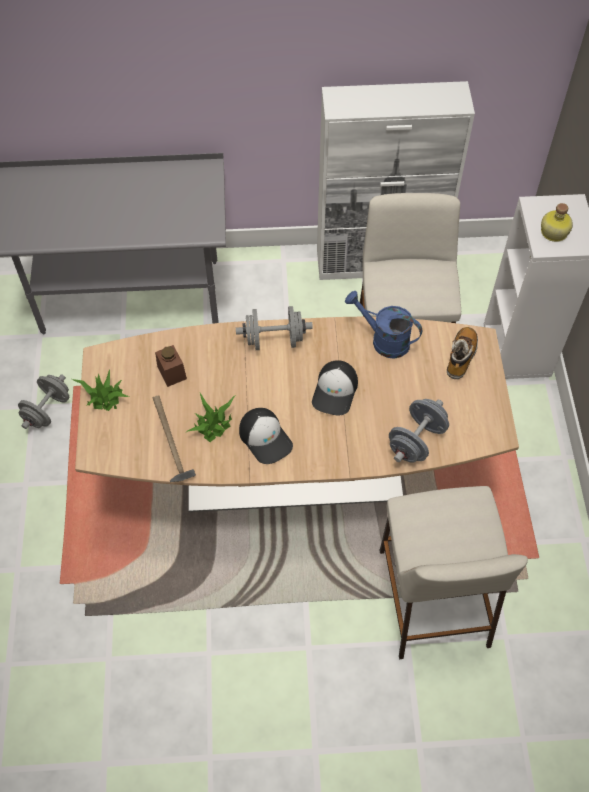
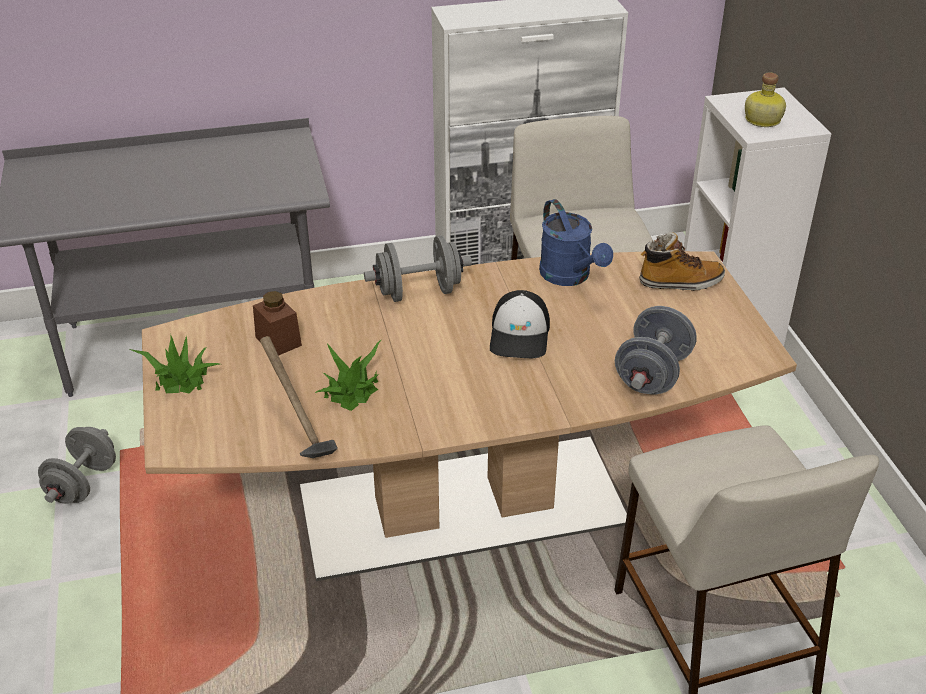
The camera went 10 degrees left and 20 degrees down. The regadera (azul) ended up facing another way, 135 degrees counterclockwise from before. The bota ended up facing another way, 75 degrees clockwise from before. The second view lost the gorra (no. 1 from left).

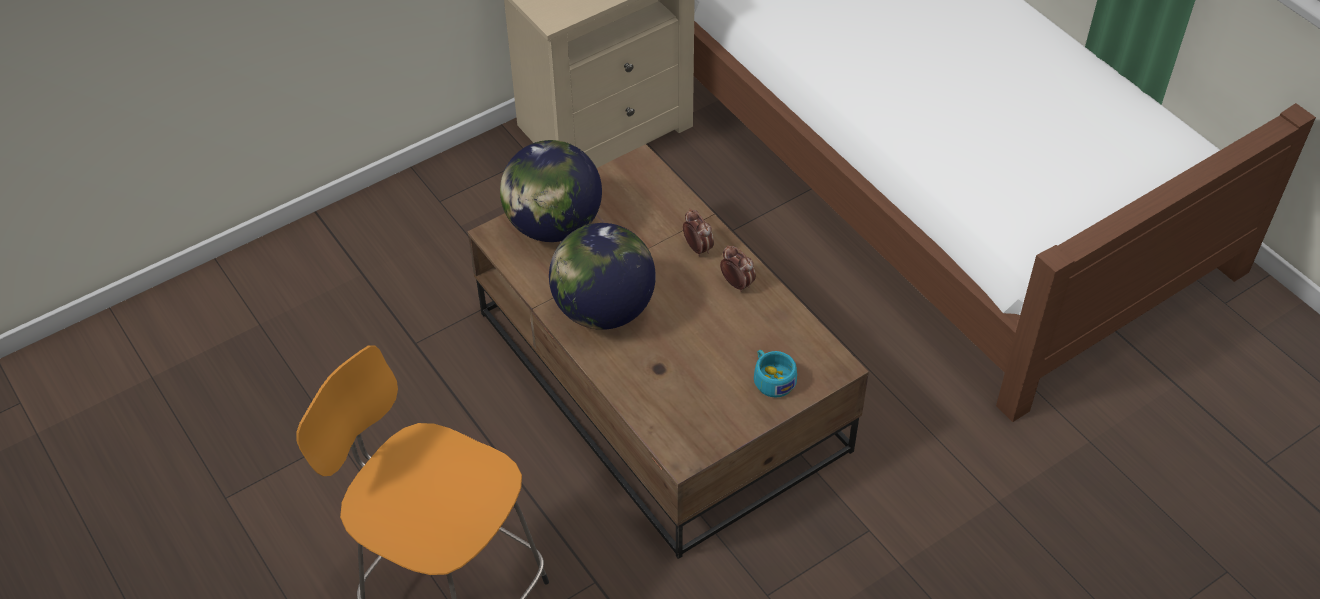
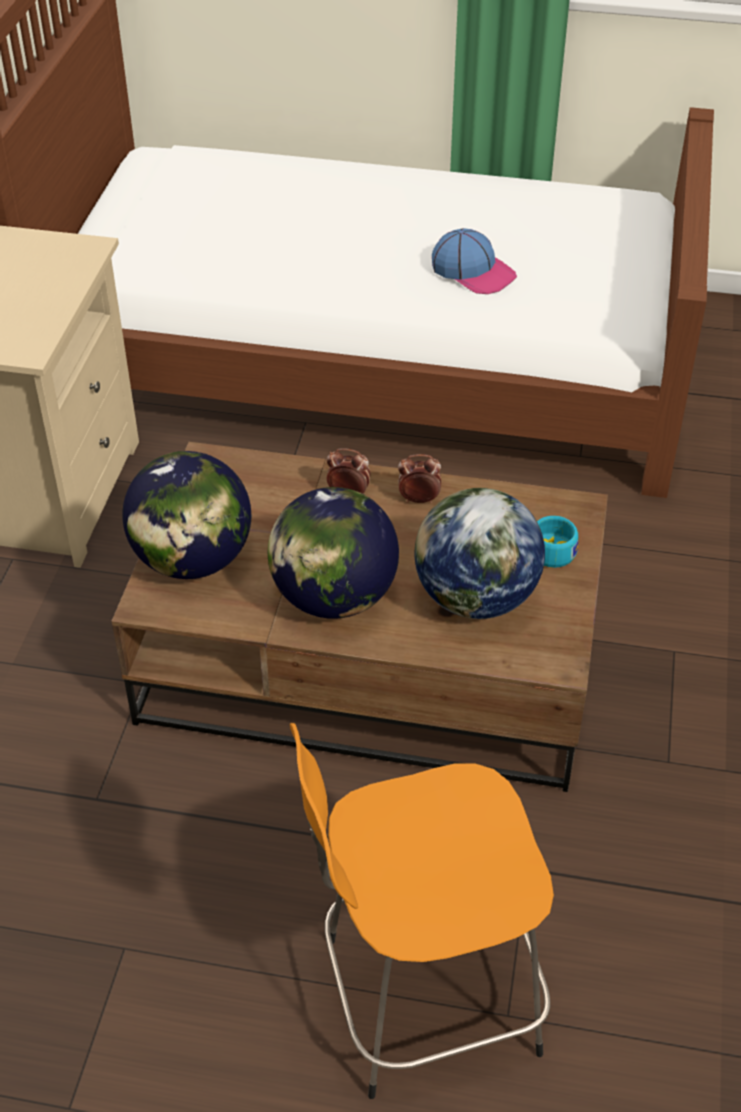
The camera went 45 degrees left and 5 degrees down. The second view gained the globo terráqueo (no. 3 from left). The second view gained the gorra.

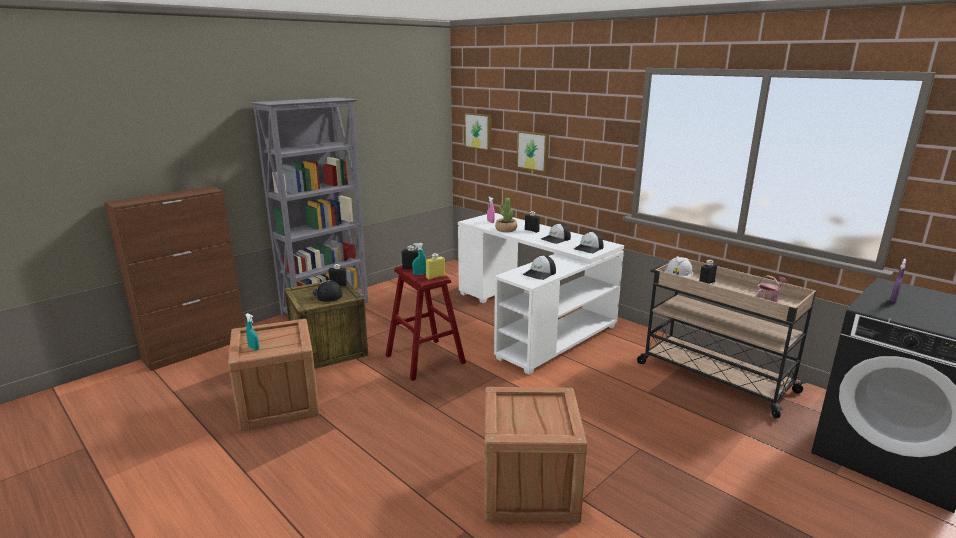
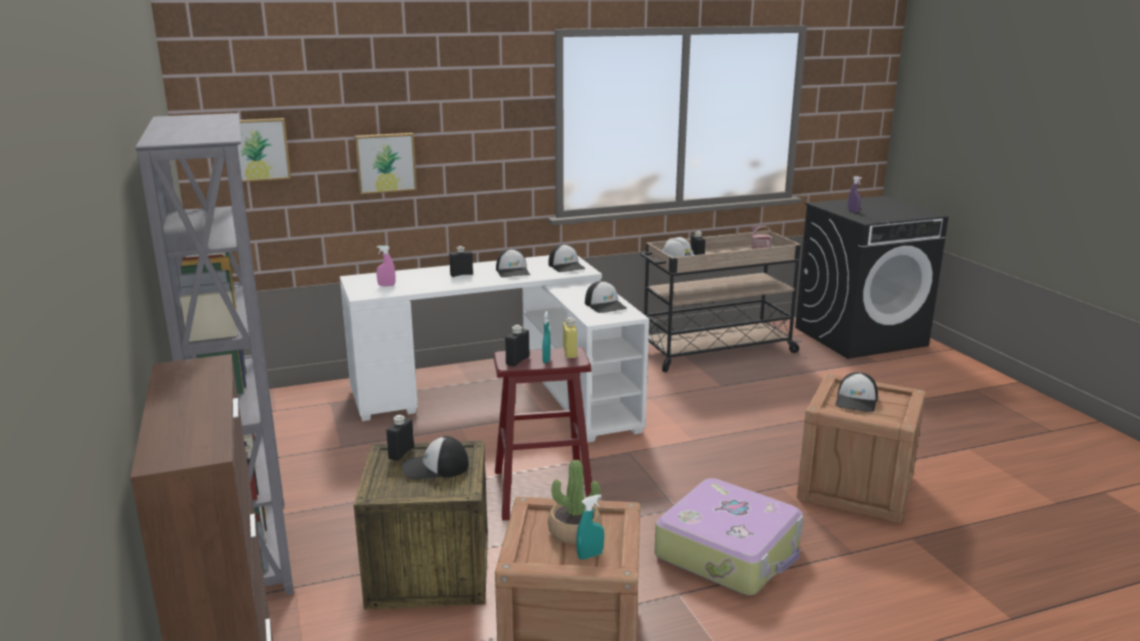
The camera went 65 degrees left and 0 degrees up. The planta en maceta ended up elsewhere. The second view gained the maleta. The second view gained the gorra (no. 5 from left).

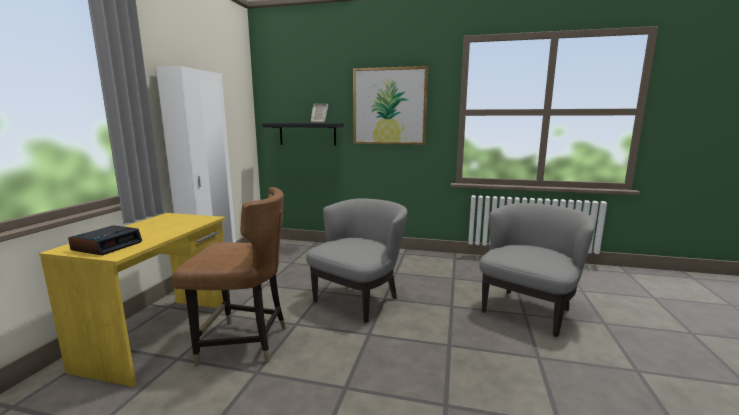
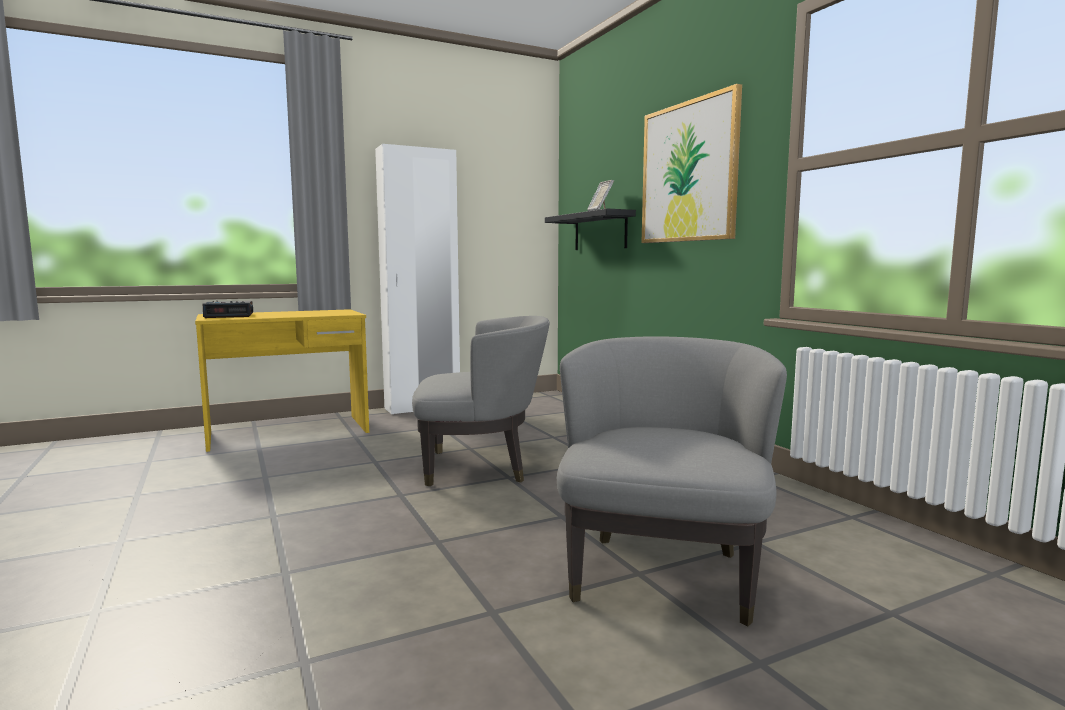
The camera went 50 degrees right and 5 degrees down. The sillón (gris) (no. 2 from left) ended up facing another way, 75 degrees counterclockwise from before. The second view lost the silla (marrón).

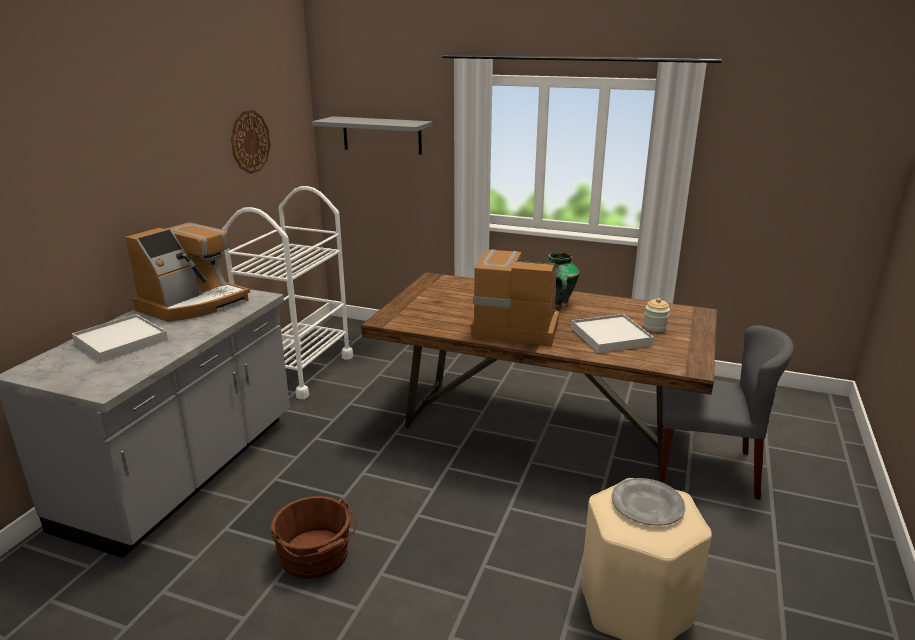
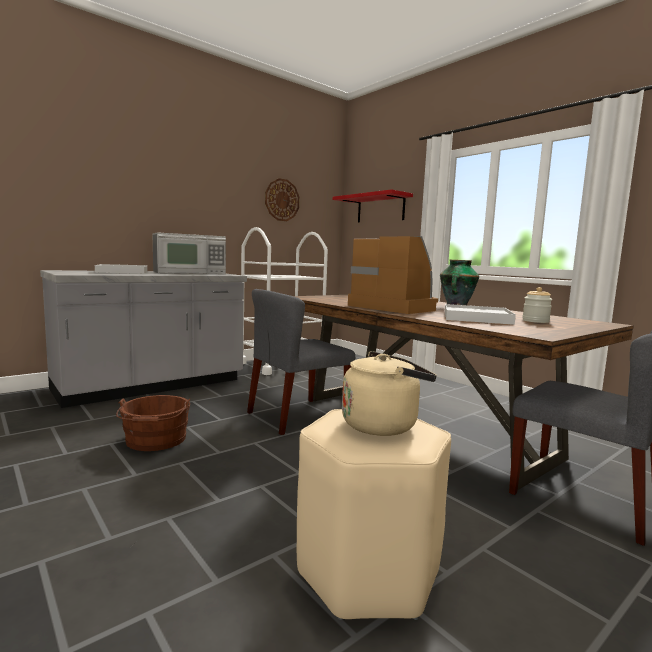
The camera went 30 degrees right and 15 degrees down. Where the cafetera (no. 1 from left) stood, the microondas came to stand. The second view gained the silla (gris) (no. 1 from left). What was the estante (gris) turned into the estante (rojo). Where the plato (gris) stood, the hervidor (beis) came to stand.

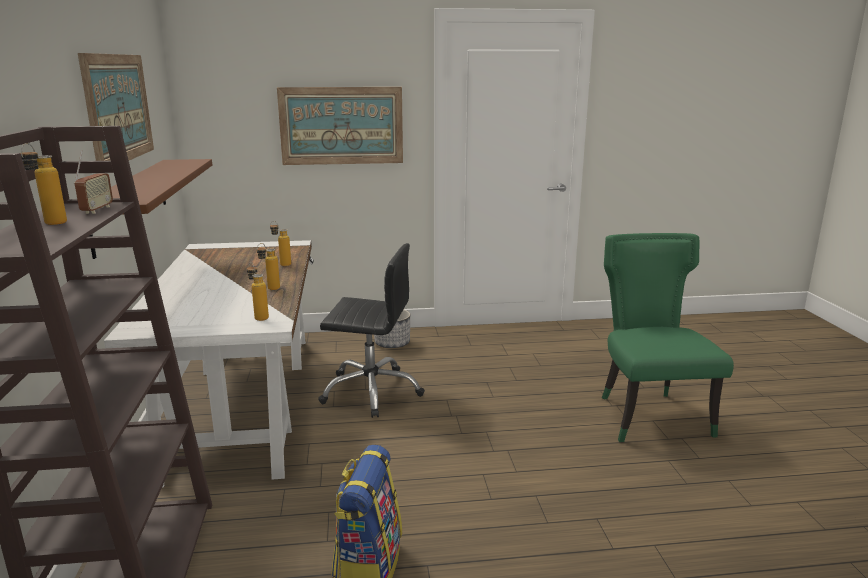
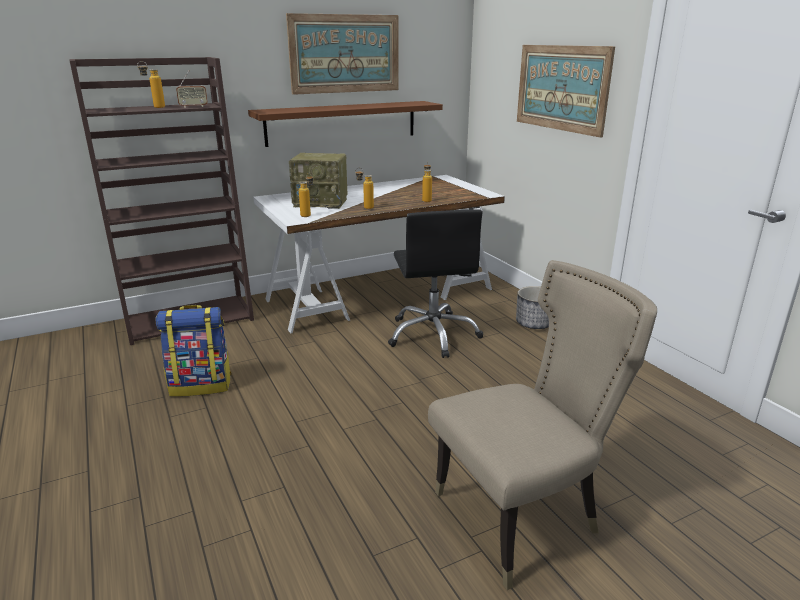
The camera went 70 degrees right and 5 degrees up. The second view gained the radio (no. 2 from left). What was the silla (verde) turned into the silla (beis).

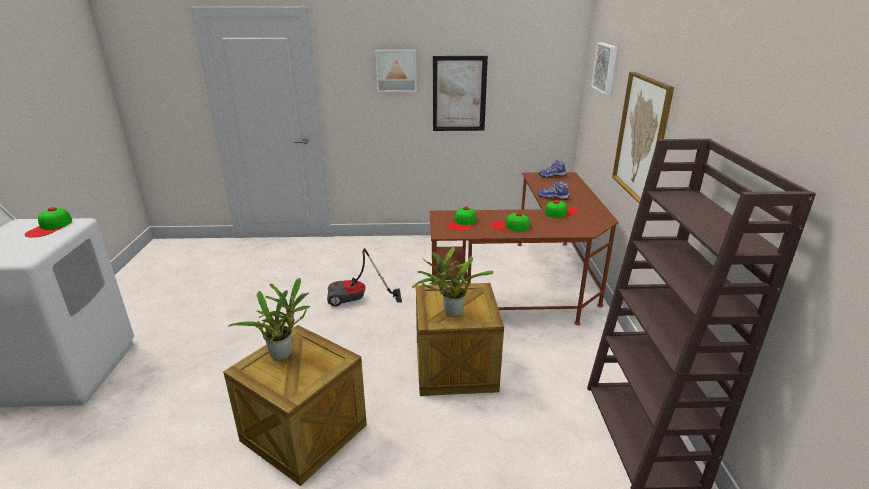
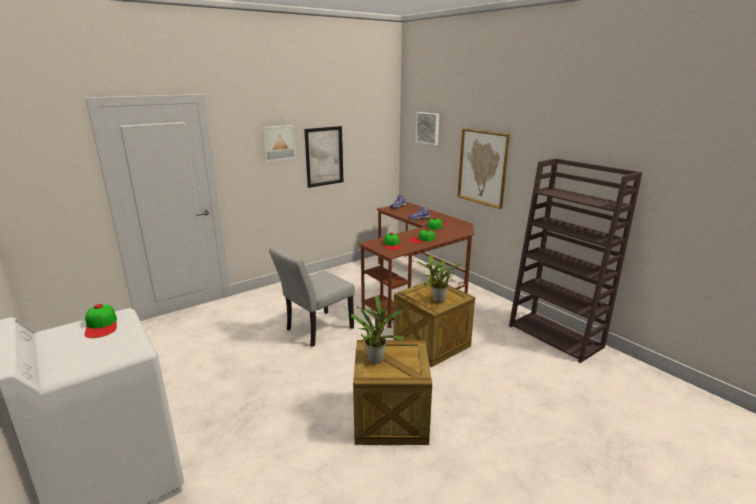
The camera went 35 degrees left and 5 degrees down. Where the aspiradora stood, the silla (gris) came to stand.

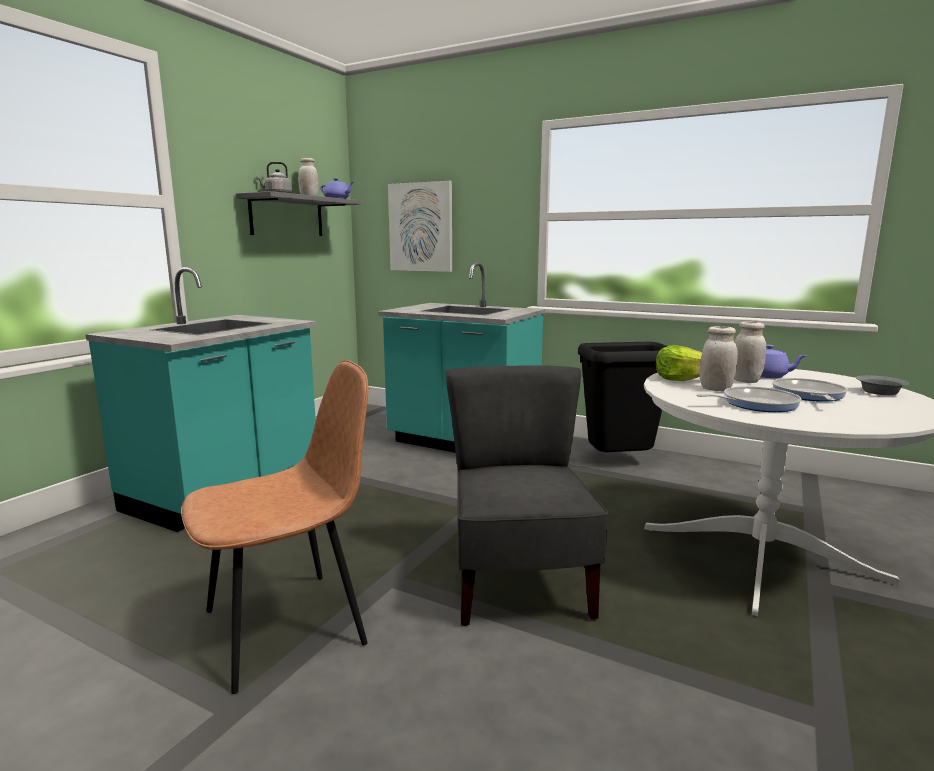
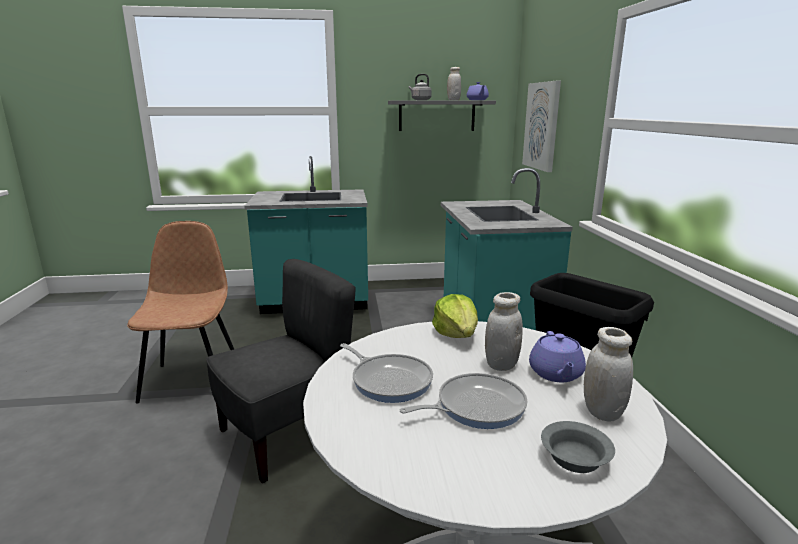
The camera went 55 degrees right and 5 degrees up. The silla (marrón) ended up facing another way, 120 degrees counterclockwise from before. The tarro (blanco) (no. 2 from left in the first image) ended up elsewhere.

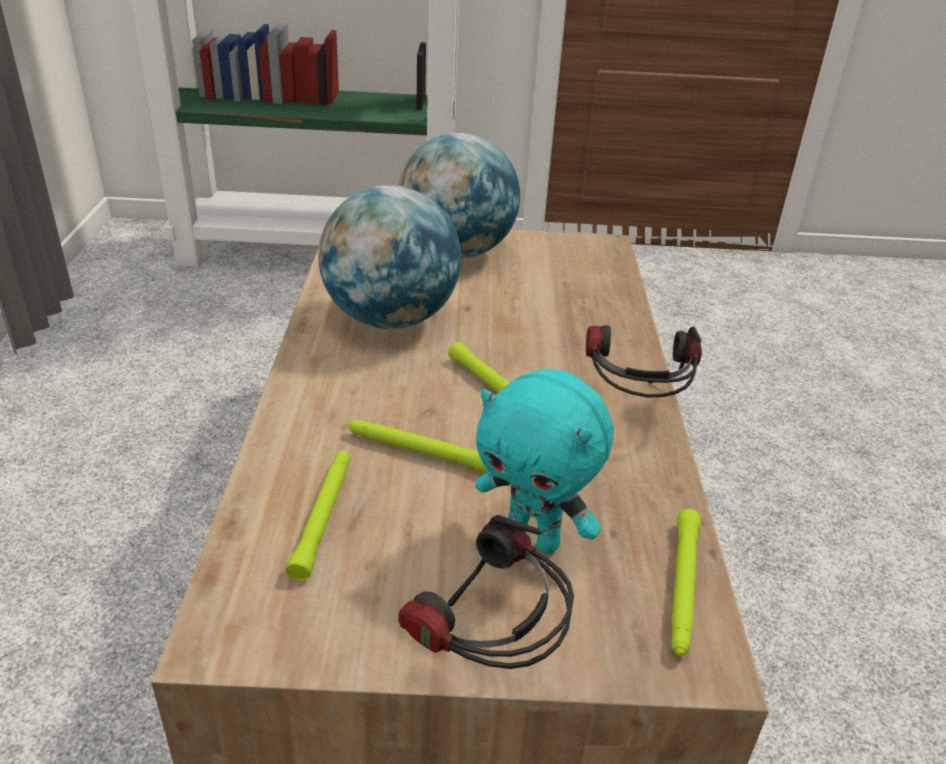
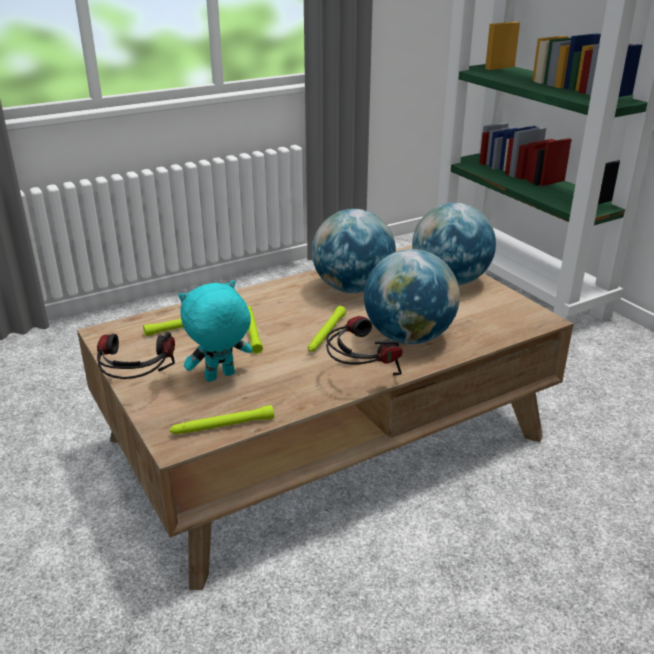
The camera went 60 degrees right and 5 degrees down. The peluche (turquesa) ended up facing another way, 60 degrees clockwise from before. The second view gained the globo terráqueo (no. 2 from left).

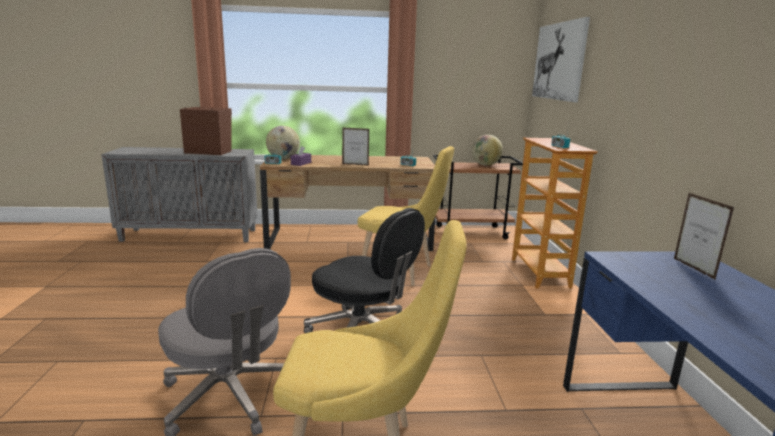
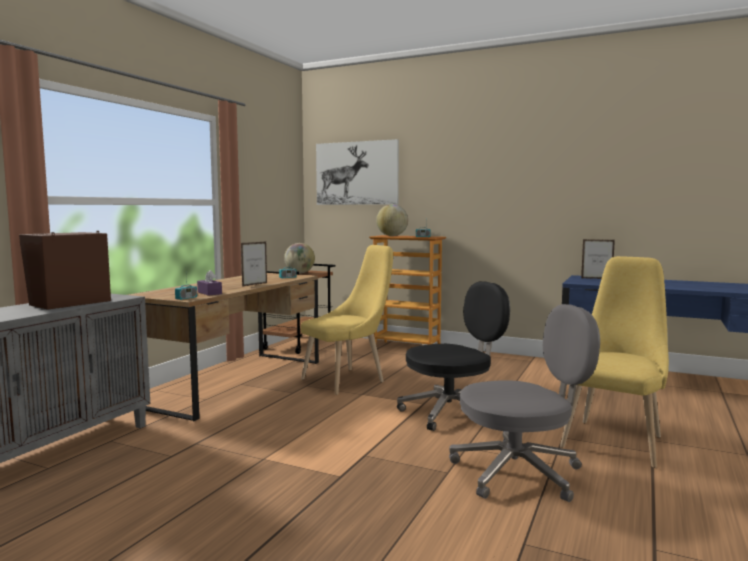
The camera went 60 degrees left and 10 degrees down. The globo terráqueo (no. 1 from left in the first image) ended up elsewhere.

